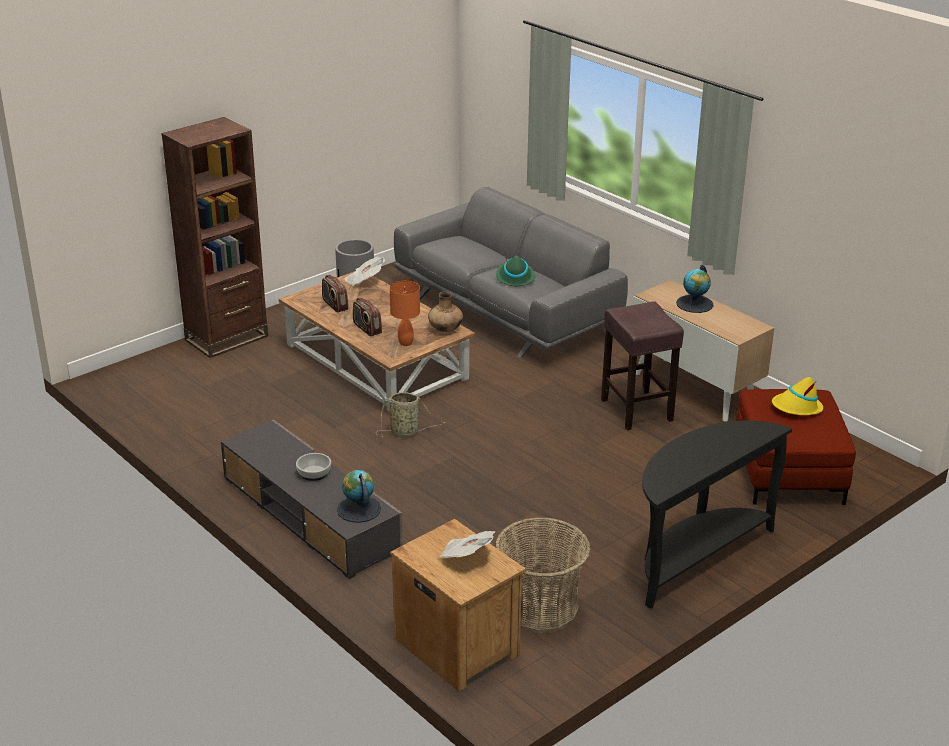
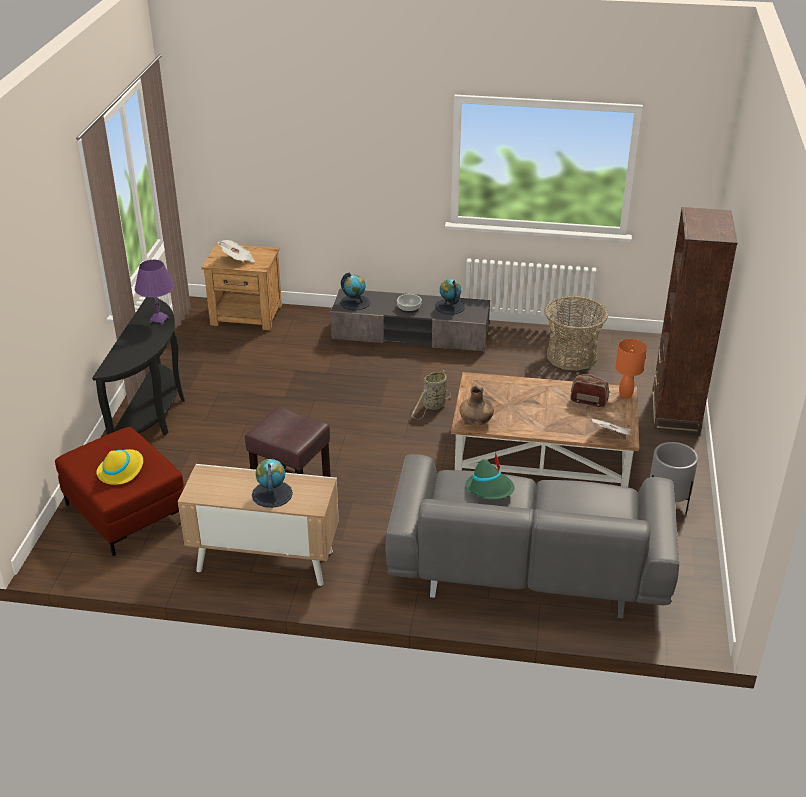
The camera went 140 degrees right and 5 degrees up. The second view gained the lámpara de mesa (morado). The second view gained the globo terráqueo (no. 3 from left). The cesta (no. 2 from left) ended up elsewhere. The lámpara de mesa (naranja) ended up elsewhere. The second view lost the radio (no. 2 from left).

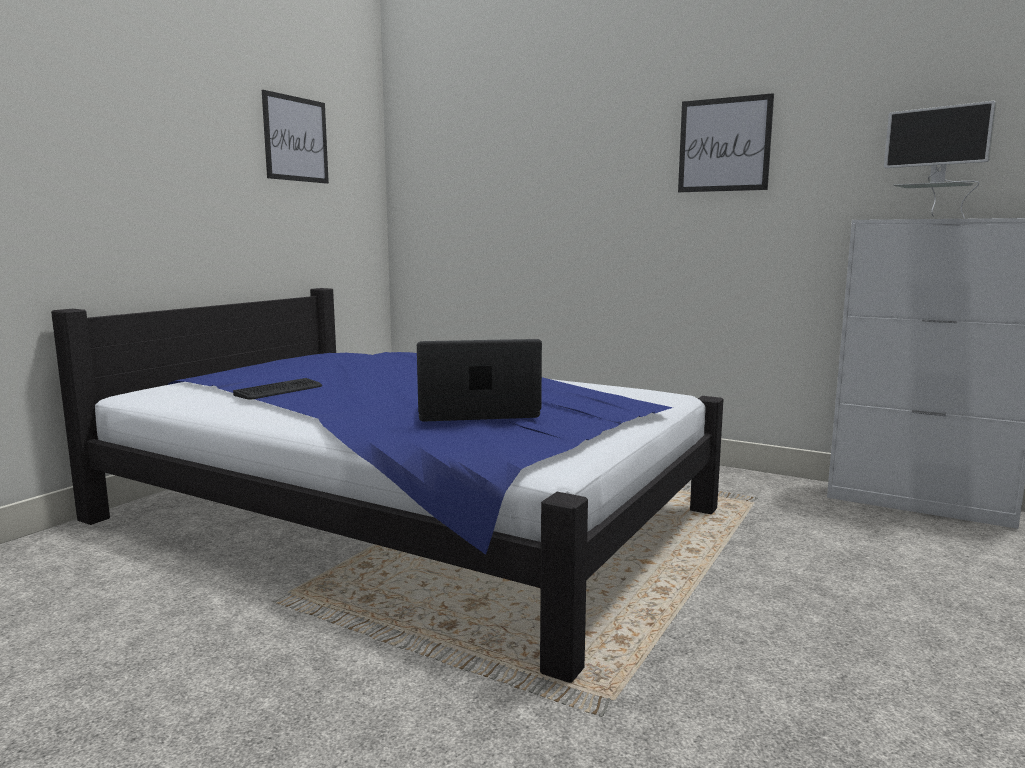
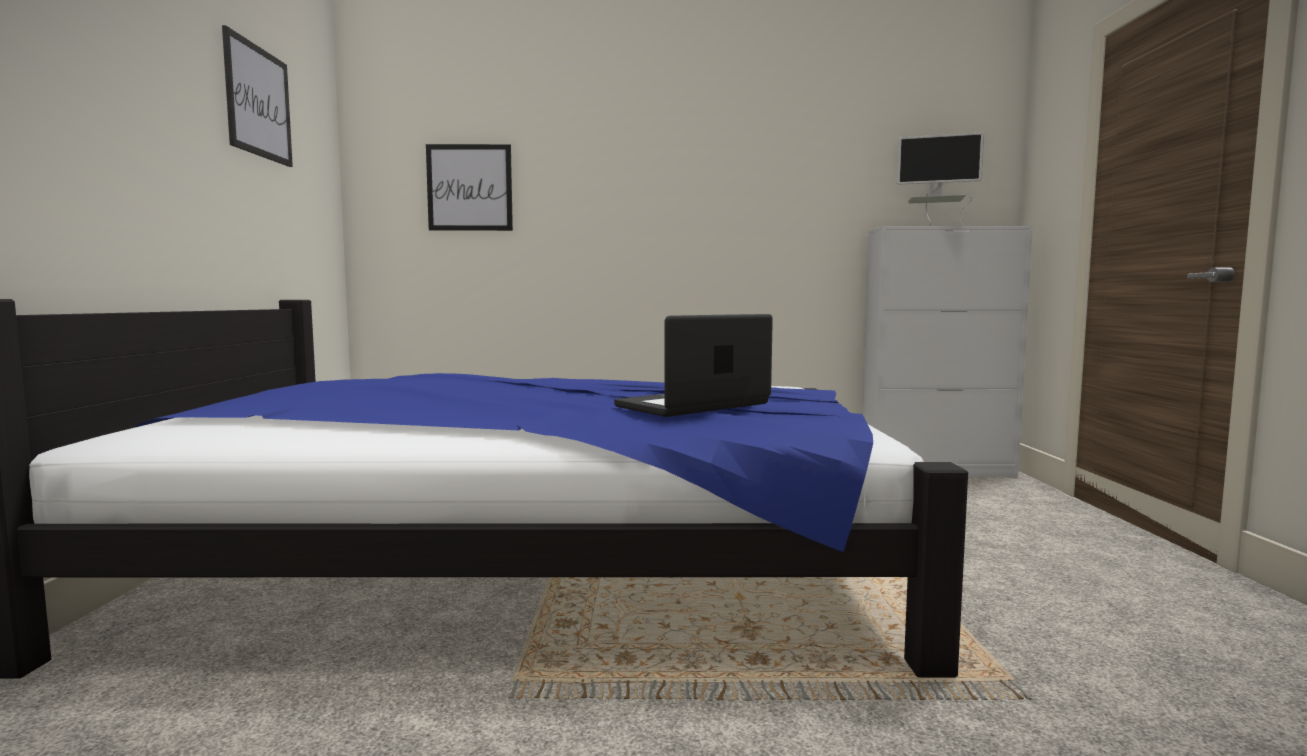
The camera went 30 degrees left and 5 degrees down. The cuadro (no. 2 from left) ended up elsewhere. The second view lost the teclado.

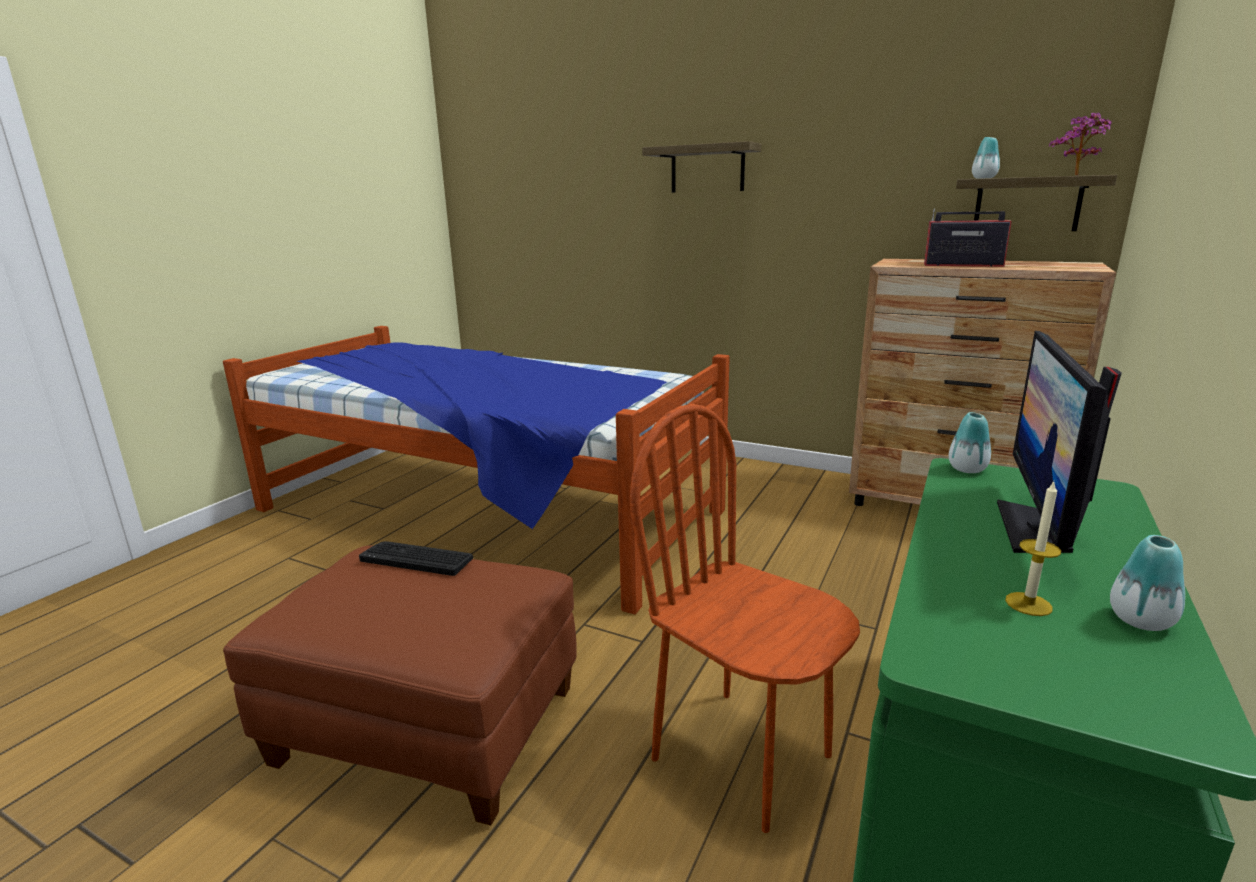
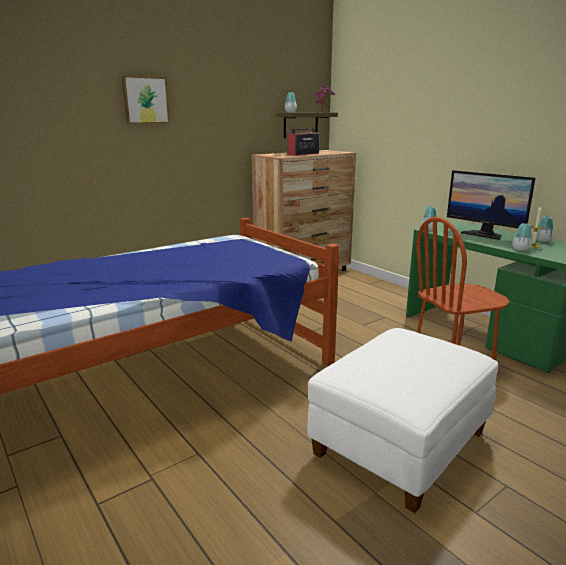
The camera went 65 degrees left and 0 degrees up. Where the estante (no. 1 from left) hung, the cuadro came to hang. What was the puf (marrón) turned into the puf (blanco). The second view gained the florero (no. 3 from left). The second view lost the teclado.

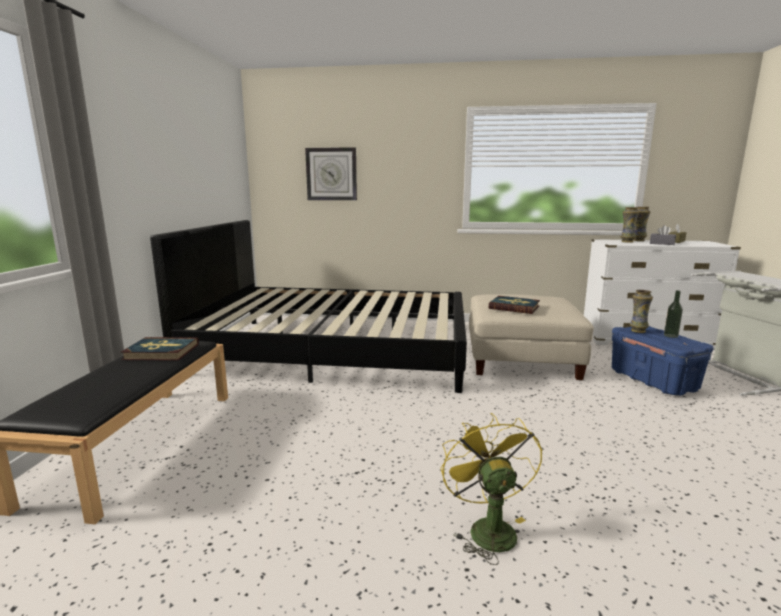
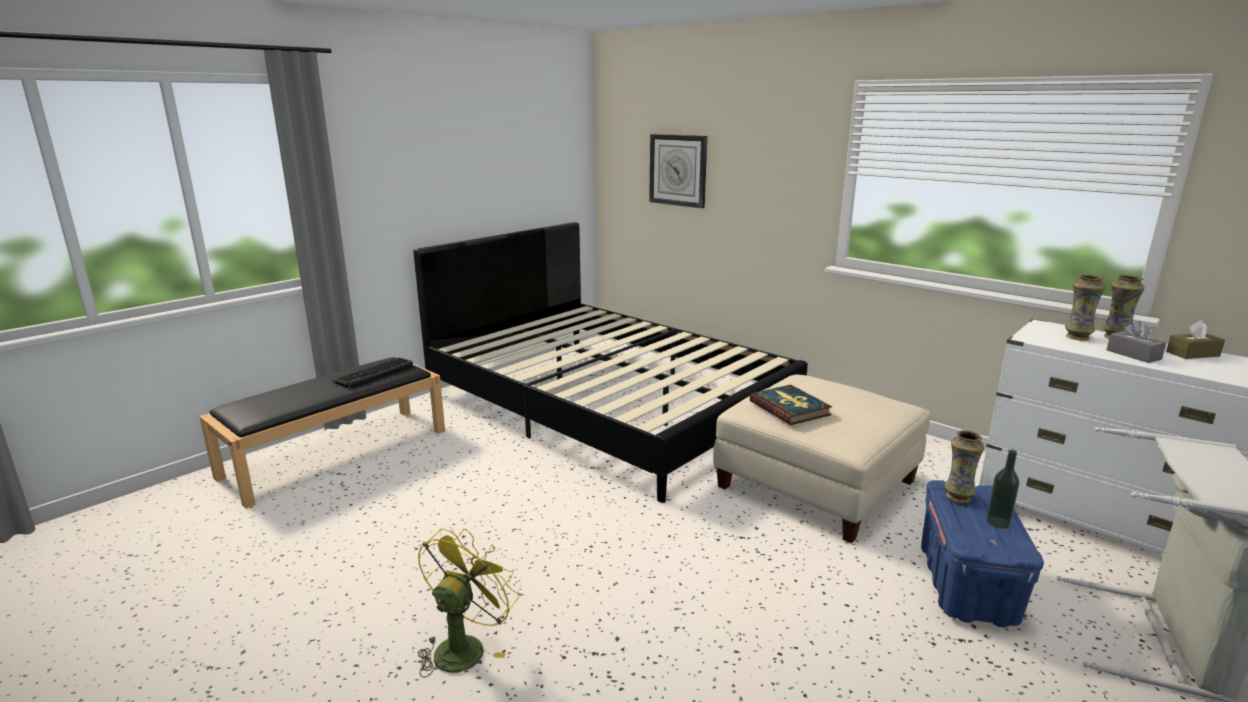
The camera went 35 degrees right and 5 degrees up. Where the libro (no. 1 from left) stood, the teclado came to stand.

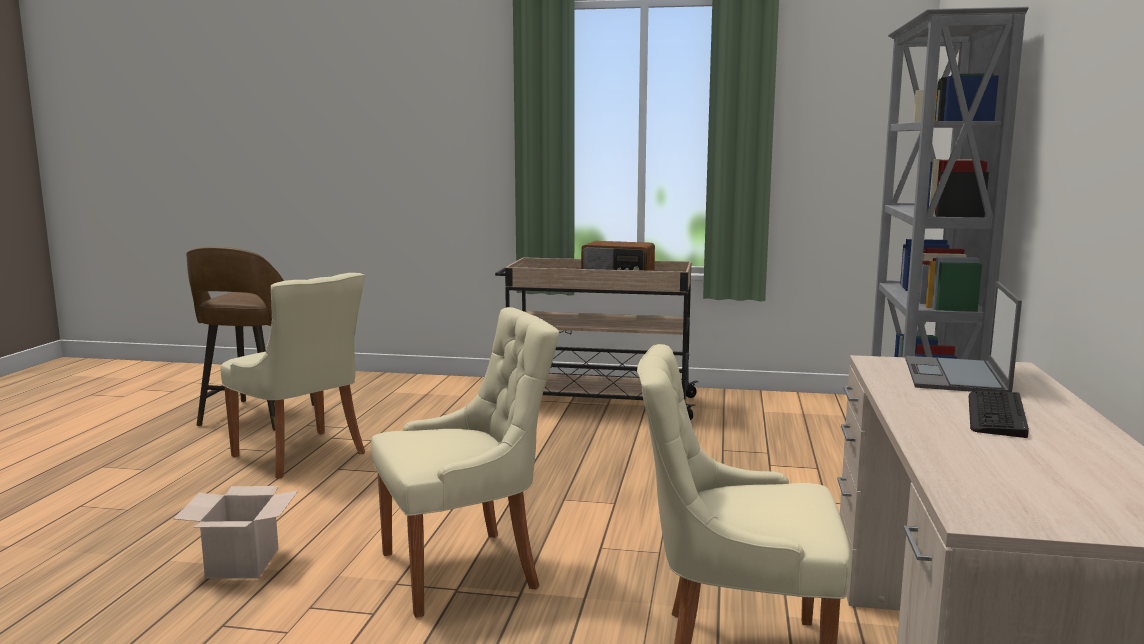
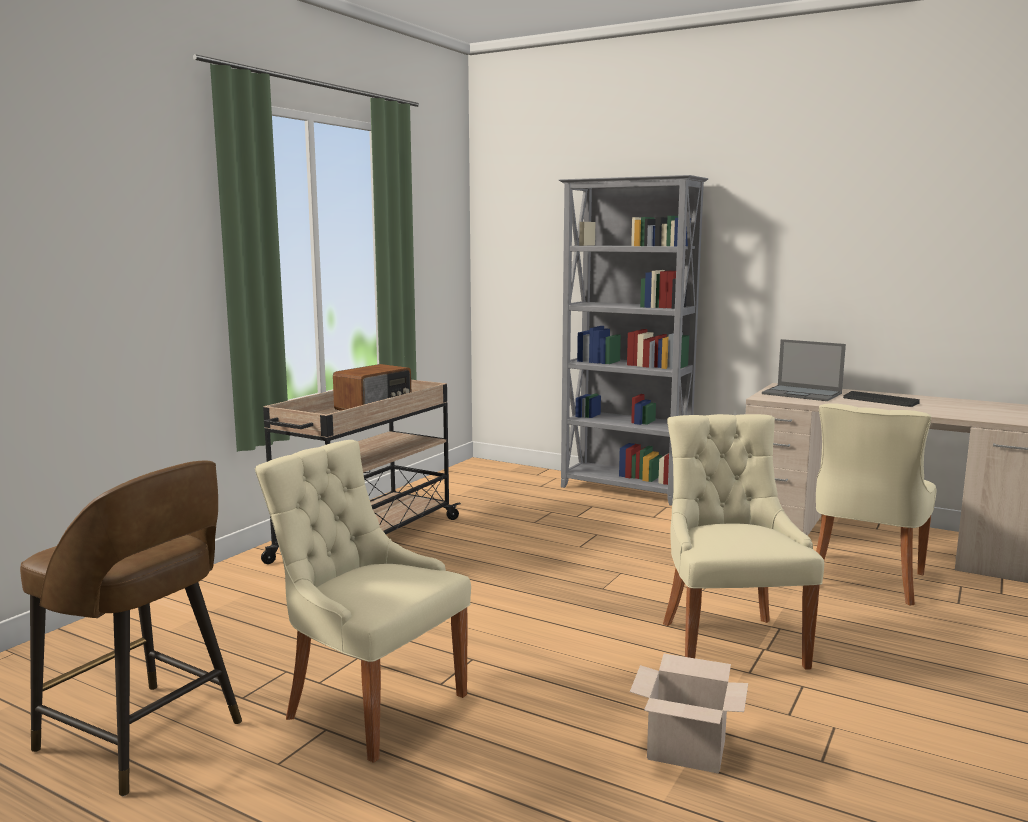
The camera went 70 degrees left and 0 degrees up. The silla (beis) (no. 1 from left) ended up facing another way, 120 degrees counterclockwise from before.

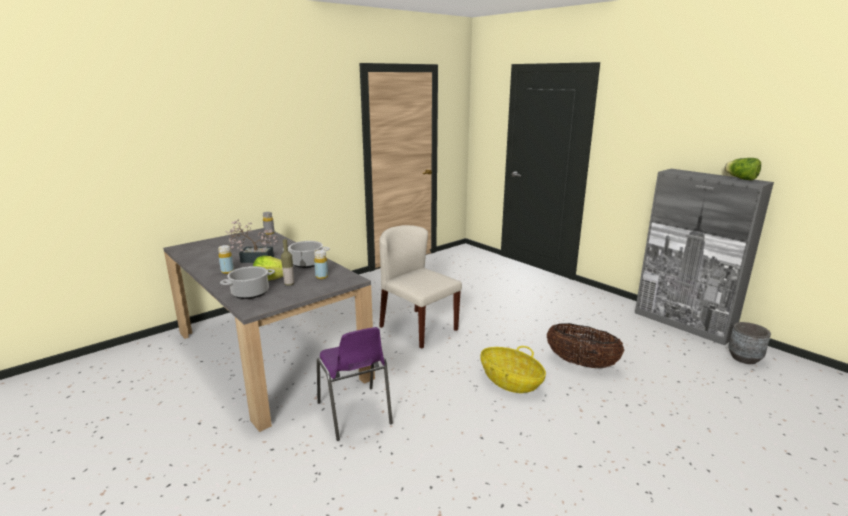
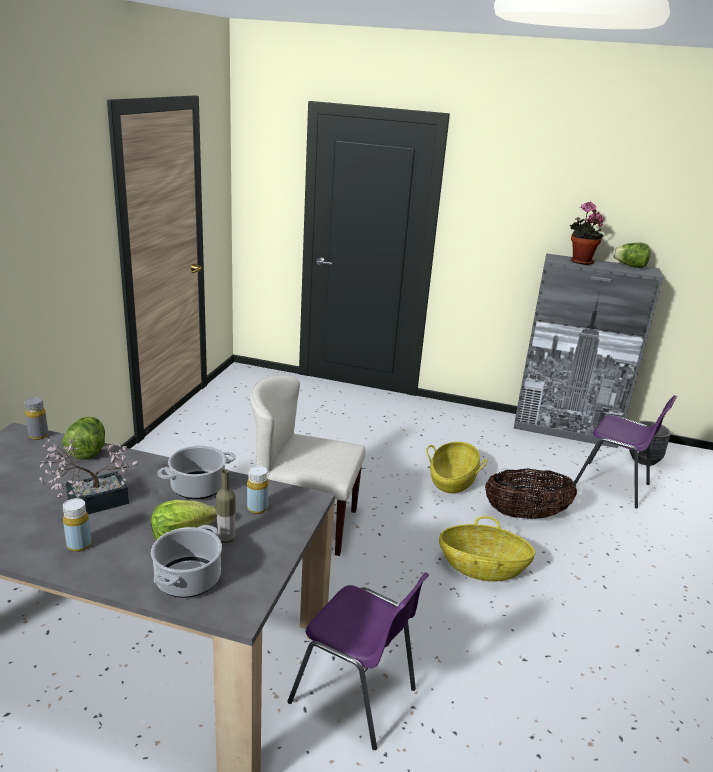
The camera went 35 degrees left and 5 degrees up. The second view gained the lechuga (no. 1 from left). The second view gained the cesta (no. 1 from left). The second view gained the planta en maceta (no. 2 from left). The second view gained the silla (morado) (no. 2 from left).

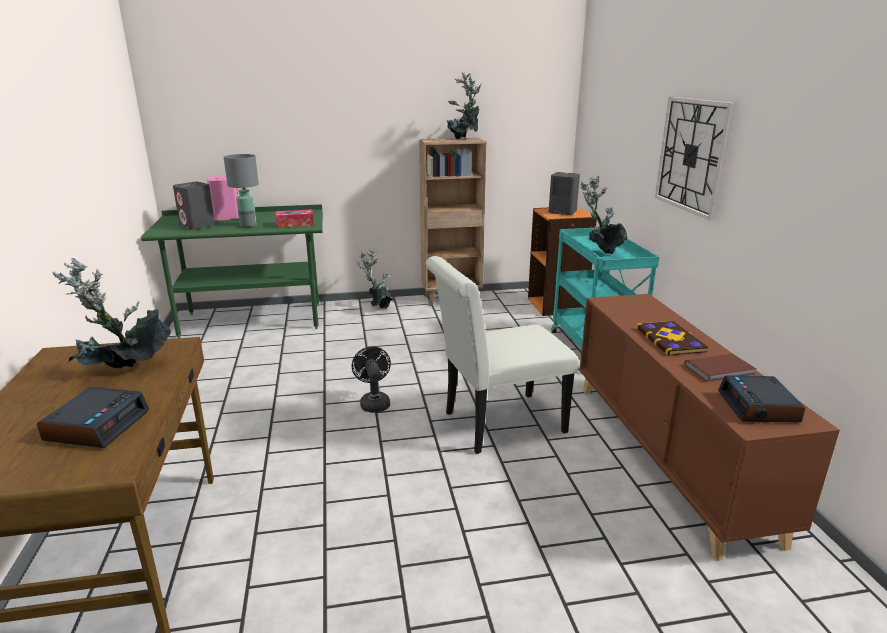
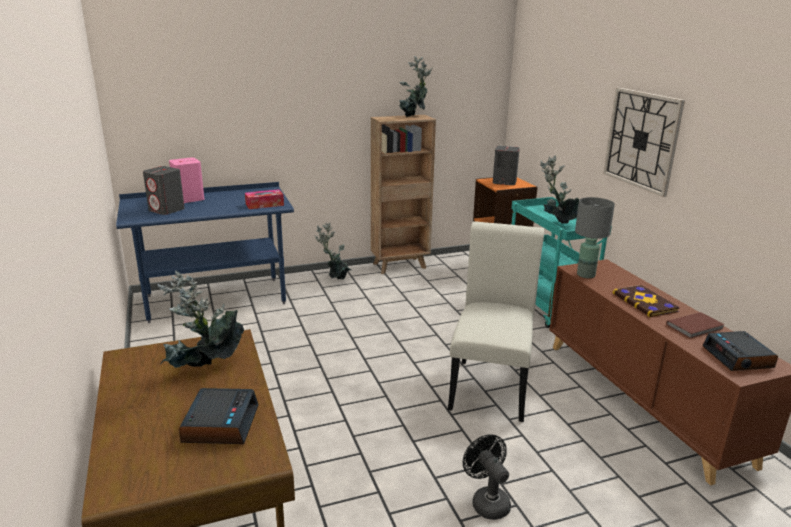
The camera went 10 degrees left and 0 degrees up. What was the escritorio (verde) turned into the escritorio (azul). The silla (blanco) ended up facing another way, 135 degrees clockwise from before. The ventilador (negro) ended up elsewhere. The lámpara de mesa (gris) ended up elsewhere.

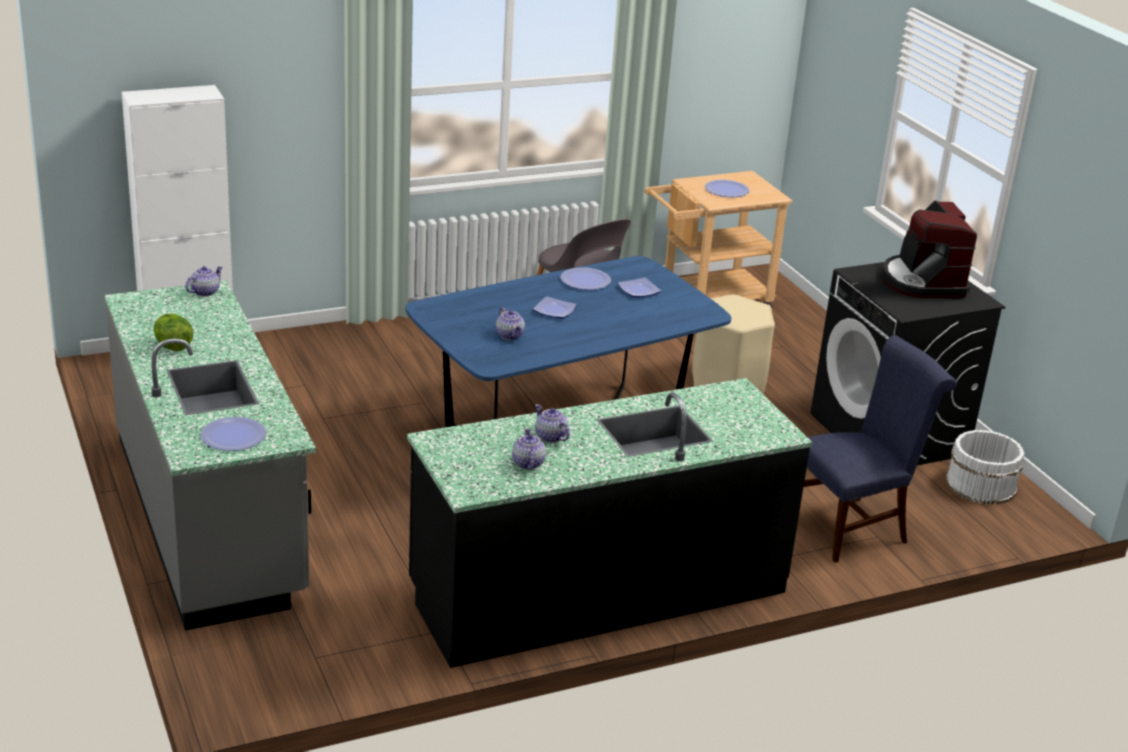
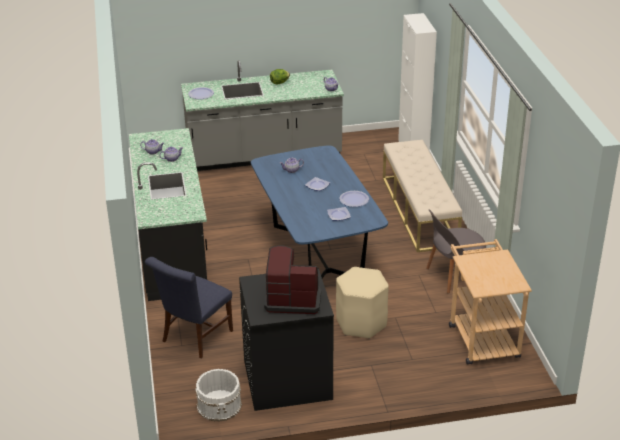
The camera went 105 degrees right and 5 degrees up. The silla (azul) ended up facing another way, 45 degrees clockwise from before. The second view gained the banco (beis). The second view lost the plato (no. 5 from left).

